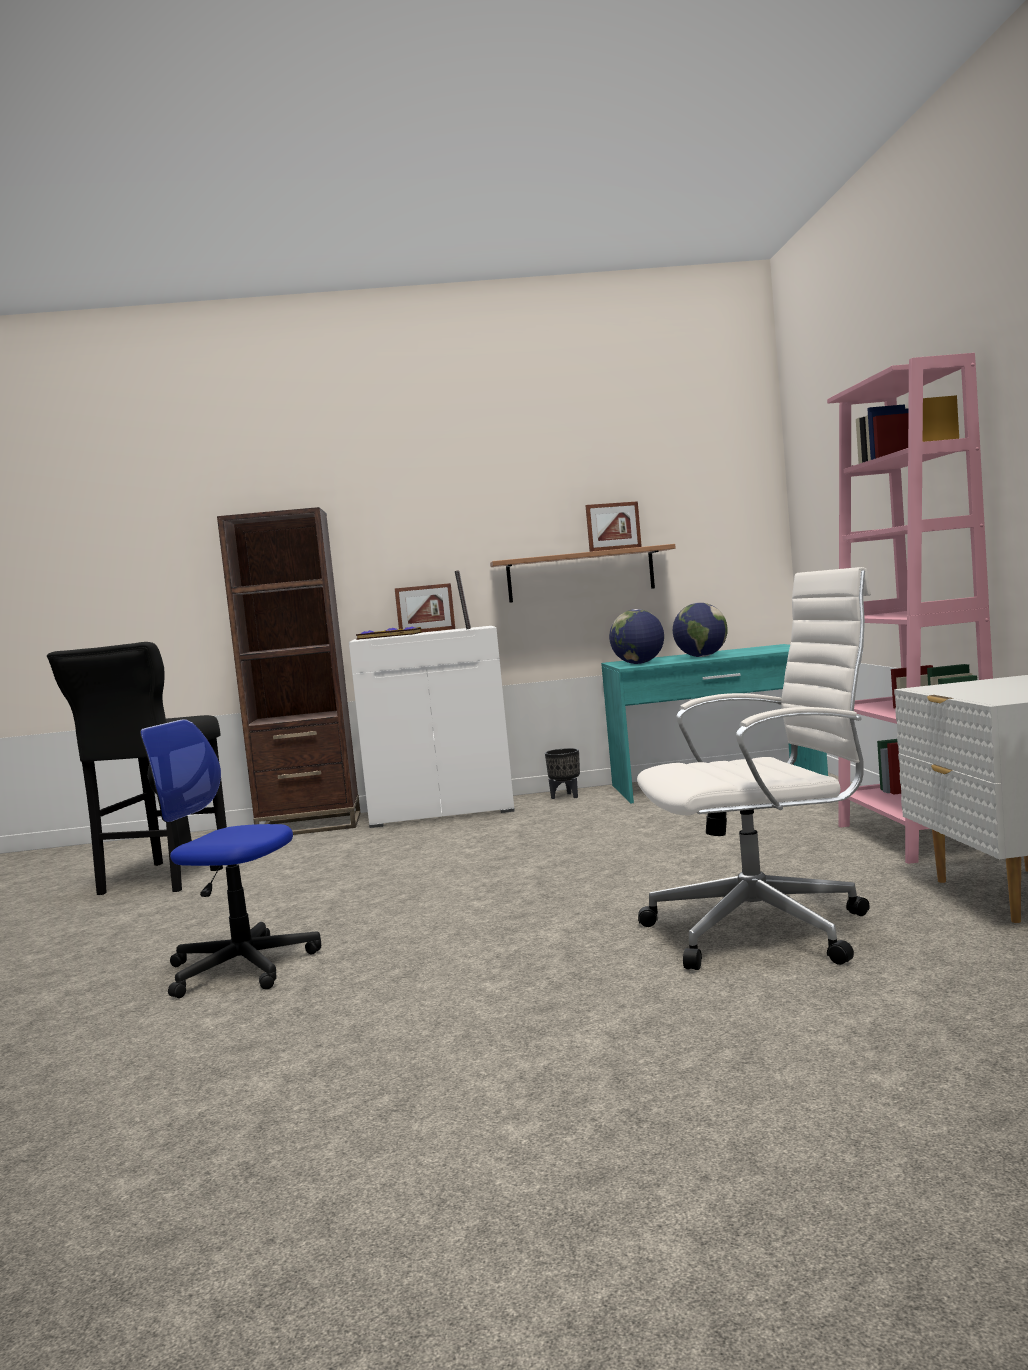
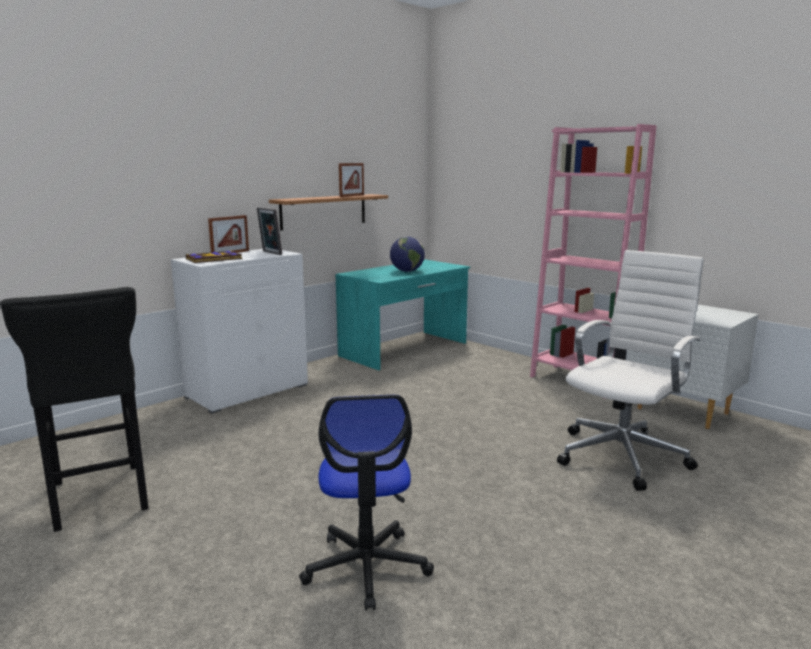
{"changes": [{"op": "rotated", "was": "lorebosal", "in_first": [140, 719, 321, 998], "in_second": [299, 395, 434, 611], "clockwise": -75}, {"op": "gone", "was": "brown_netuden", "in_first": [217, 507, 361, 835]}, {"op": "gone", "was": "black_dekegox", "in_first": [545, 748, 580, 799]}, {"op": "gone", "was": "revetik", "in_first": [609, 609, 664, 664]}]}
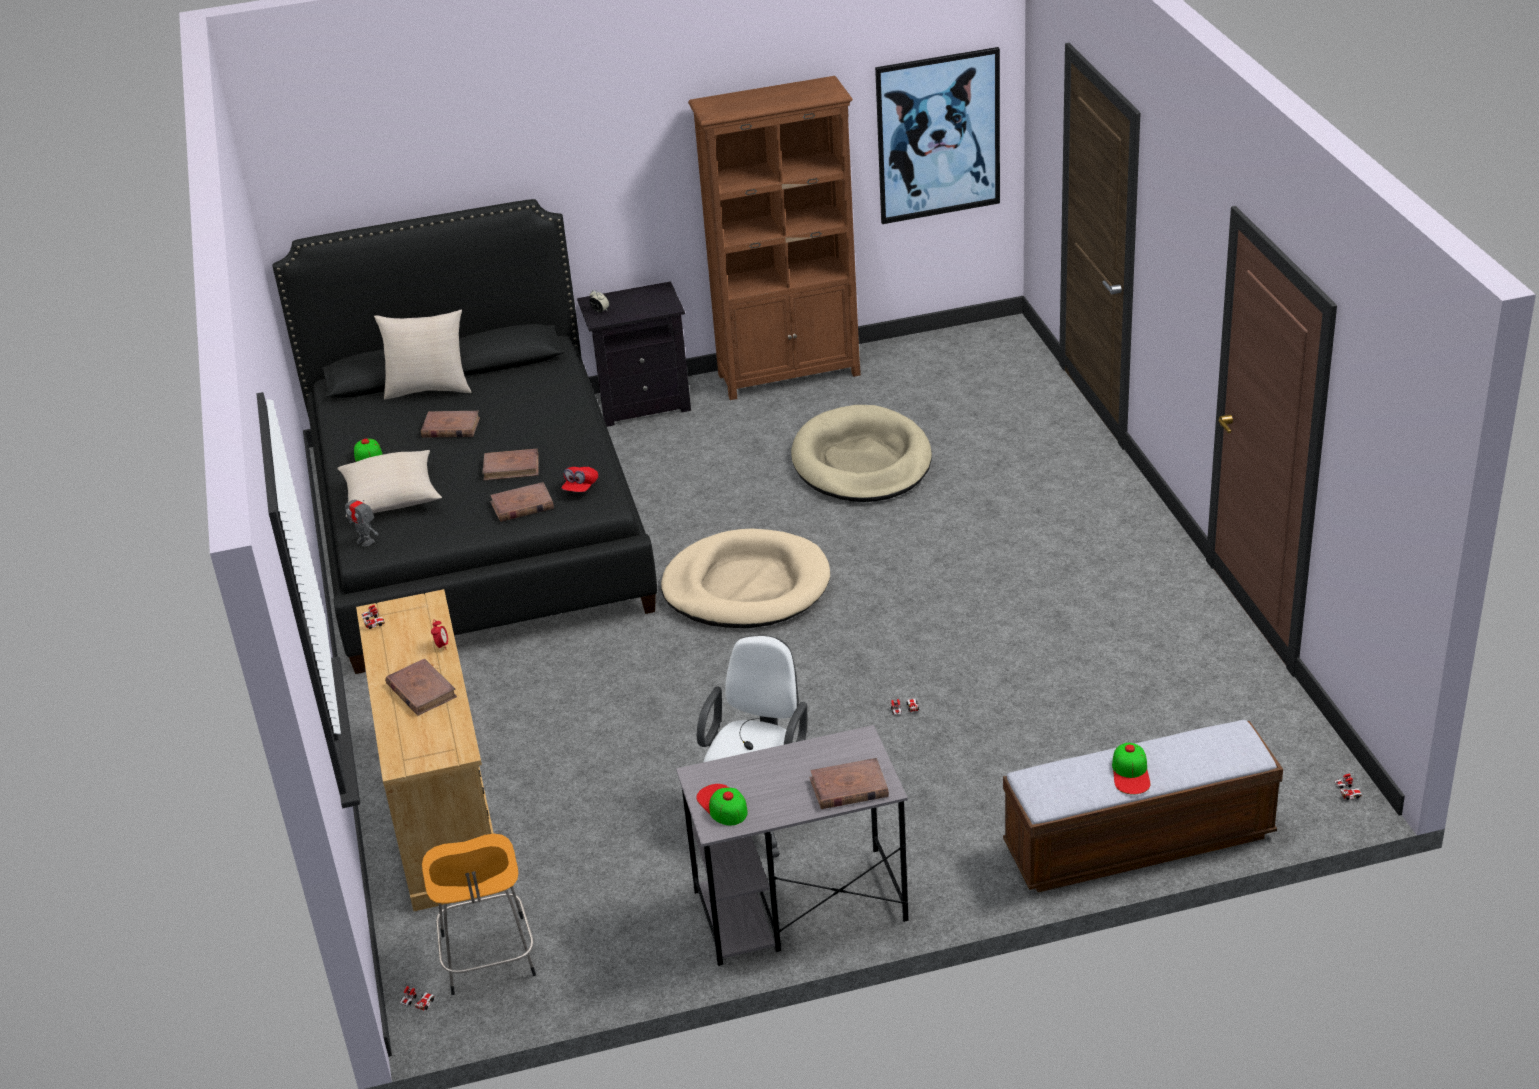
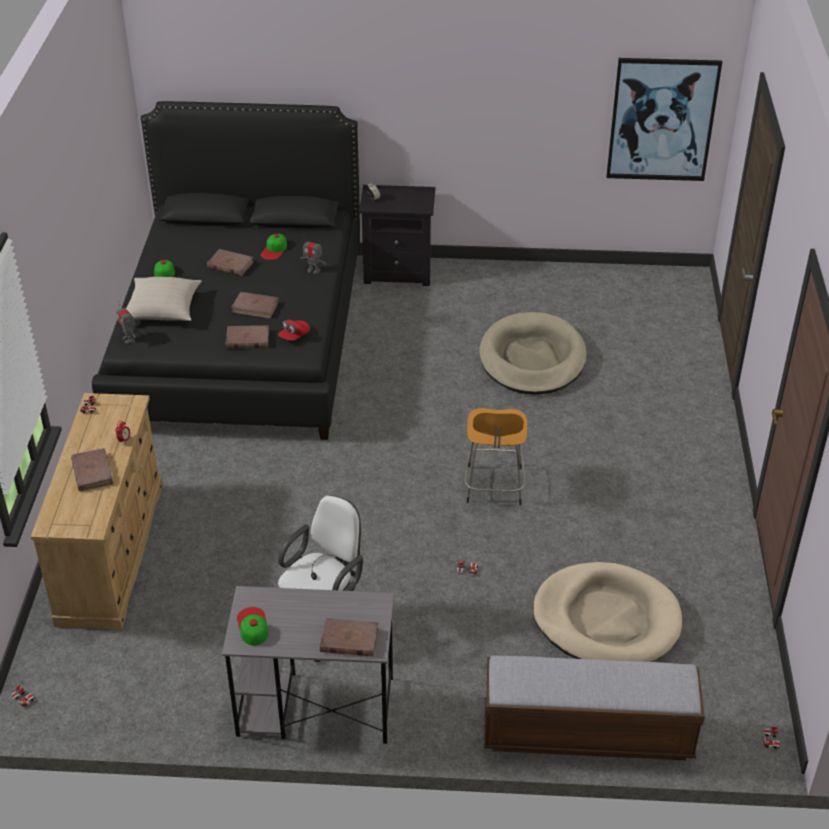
{"changes": [{"op": "gone", "was": "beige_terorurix", "in_first": [374, 309, 472, 400]}, {"op": "shifted", "was": "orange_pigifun", "in_first": [422, 834, 536, 995], "in_second": [464, 408, 527, 505]}, {"op": "shifted", "was": "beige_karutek", "in_first": [661, 529, 830, 628], "in_second": [533, 562, 682, 662]}, {"op": "gone", "was": "brown_netuden", "in_first": [688, 76, 861, 400]}, {"op": "shifted", "was": "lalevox", "in_first": [1112, 743, 1150, 794], "in_second": [261, 234, 287, 260]}, {"op": "new", "now": "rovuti", "in_second": [300, 241, 327, 274]}]}
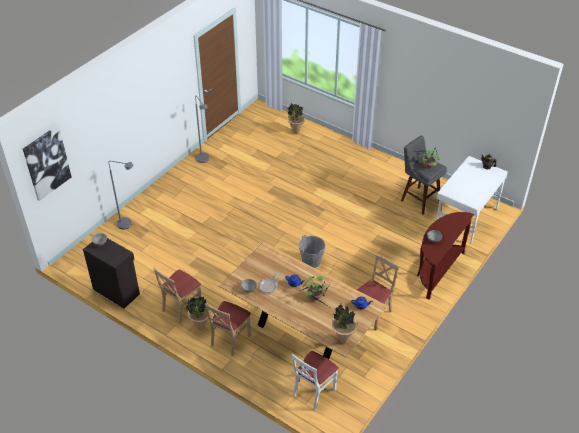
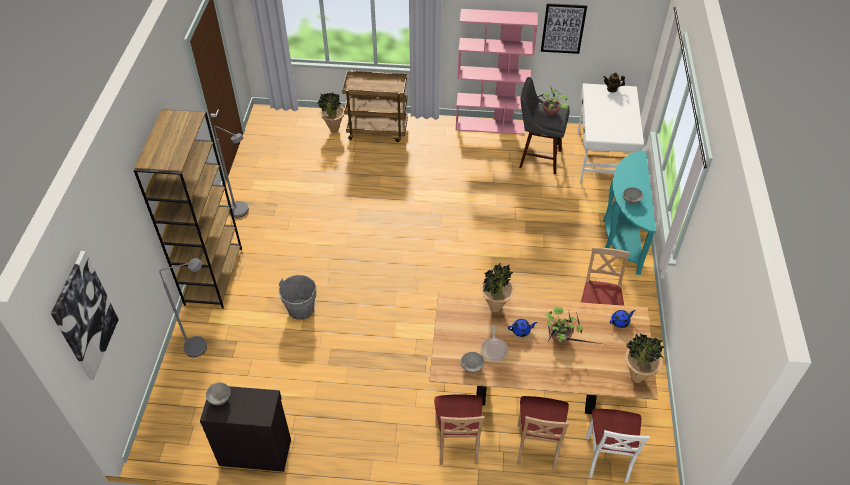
{"changes": [{"op": "shifted", "was": "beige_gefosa", "in_first": [153, 268, 202, 323], "in_second": [517, 396, 570, 470]}, {"op": "shifted", "was": "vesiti", "in_first": [186, 297, 211, 330], "in_second": [480, 263, 515, 313]}, {"op": "shifted", "was": "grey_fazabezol", "in_first": [299, 234, 325, 268], "in_second": [278, 275, 317, 320]}, {"op": "repainted", "was": "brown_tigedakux", "now": "turquoise_tigedakux", "in_first": [417, 212, 474, 299], "in_second": [603, 151, 656, 275]}, {"op": "new", "now": "brown_netuden", "in_second": [134, 109, 242, 309]}, {"op": "new", "now": "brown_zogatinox", "in_second": [342, 70, 408, 142]}, {"op": "new", "now": "pink_netuden", "in_second": [456, 9, 538, 135]}, {"op": "new", "now": "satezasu", "in_second": [541, 3, 587, 54]}]}
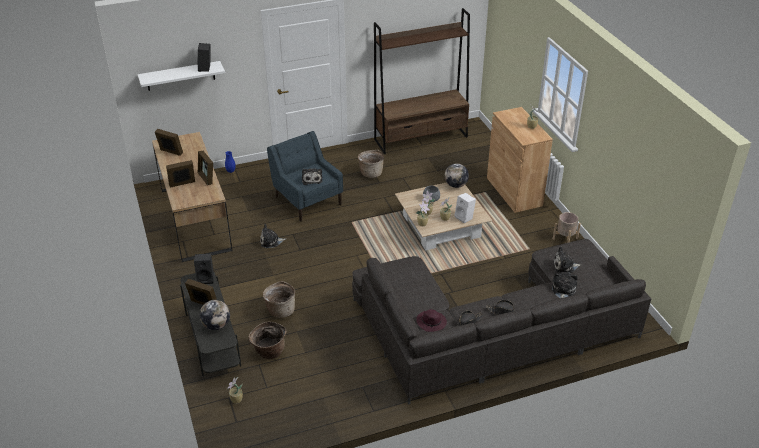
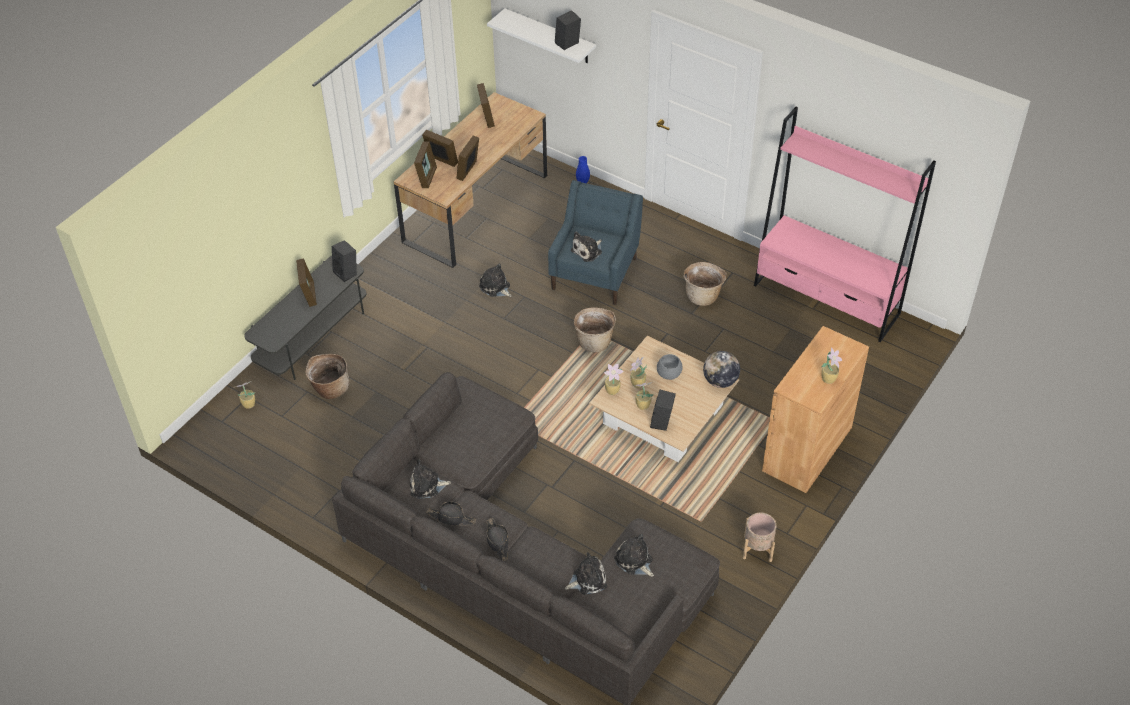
{"changes": [{"op": "gone", "was": "revetik", "in_first": [199, 300, 230, 330]}, {"op": "shifted", "was": "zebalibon", "in_first": [263, 281, 295, 318], "in_second": [574, 308, 616, 352]}, {"op": "repainted", "was": "brown_netuden", "now": "pink_netuden", "in_first": [374, 8, 470, 154], "in_second": [754, 107, 936, 342]}, {"op": "swapped", "was": "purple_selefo", "now": "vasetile", "in_first": [416, 309, 447, 332], "in_second": [410, 459, 451, 499]}, {"op": "repainted", "was": "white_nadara", "now": "black_nadara", "in_first": [454, 193, 476, 224], "in_second": [650, 389, 676, 431]}, {"op": "new", "now": "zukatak", "in_second": [414, 142, 437, 188]}]}
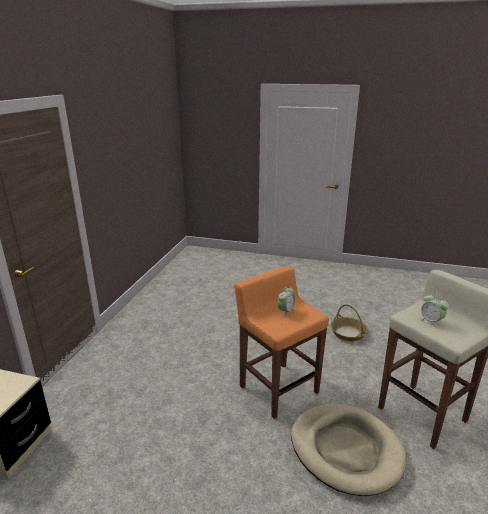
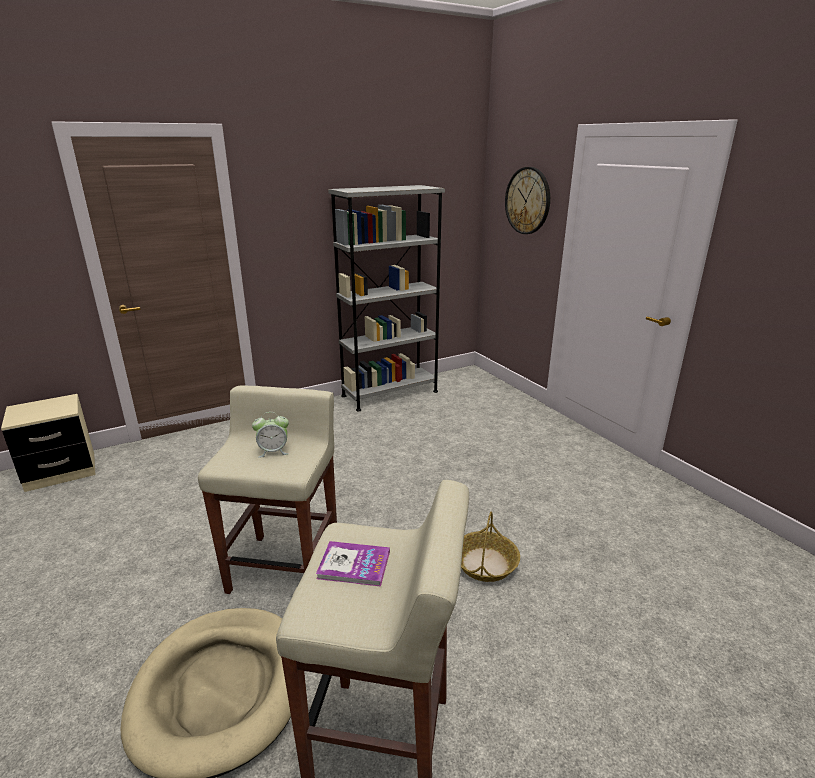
{"changes": [{"op": "repainted", "was": "orange_pigifun", "now": "beige_pigifun", "in_first": [234, 266, 329, 419], "in_second": [198, 385, 337, 594]}, {"op": "swapped", "was": "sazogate", "now": "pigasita", "in_first": [419, 294, 449, 328], "in_second": [316, 541, 390, 587]}, {"op": "new", "now": "grey_netuden", "in_second": [328, 185, 445, 411]}, {"op": "new", "now": "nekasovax", "in_second": [505, 167, 550, 234]}]}
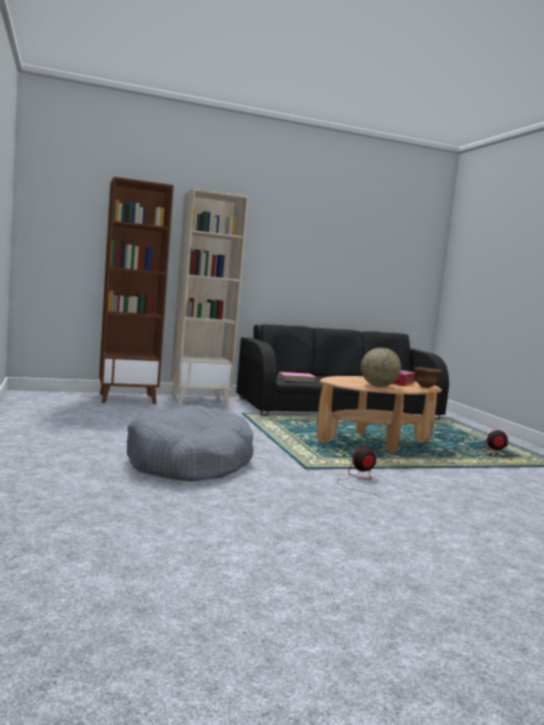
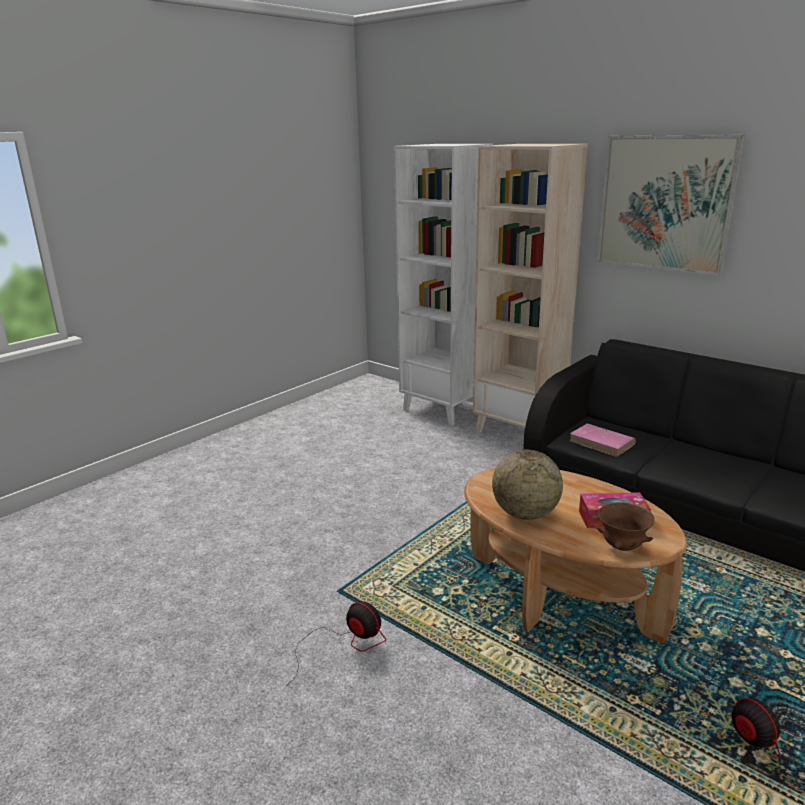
{"changes": [{"op": "repainted", "was": "brown_netuden", "now": "white_netuden", "in_first": [99, 177, 174, 404], "in_second": [394, 144, 493, 426]}, {"op": "gone", "was": "grey_karutek", "in_first": [127, 405, 254, 482]}, {"op": "new", "now": "satezasu", "in_second": [597, 135, 745, 276]}]}
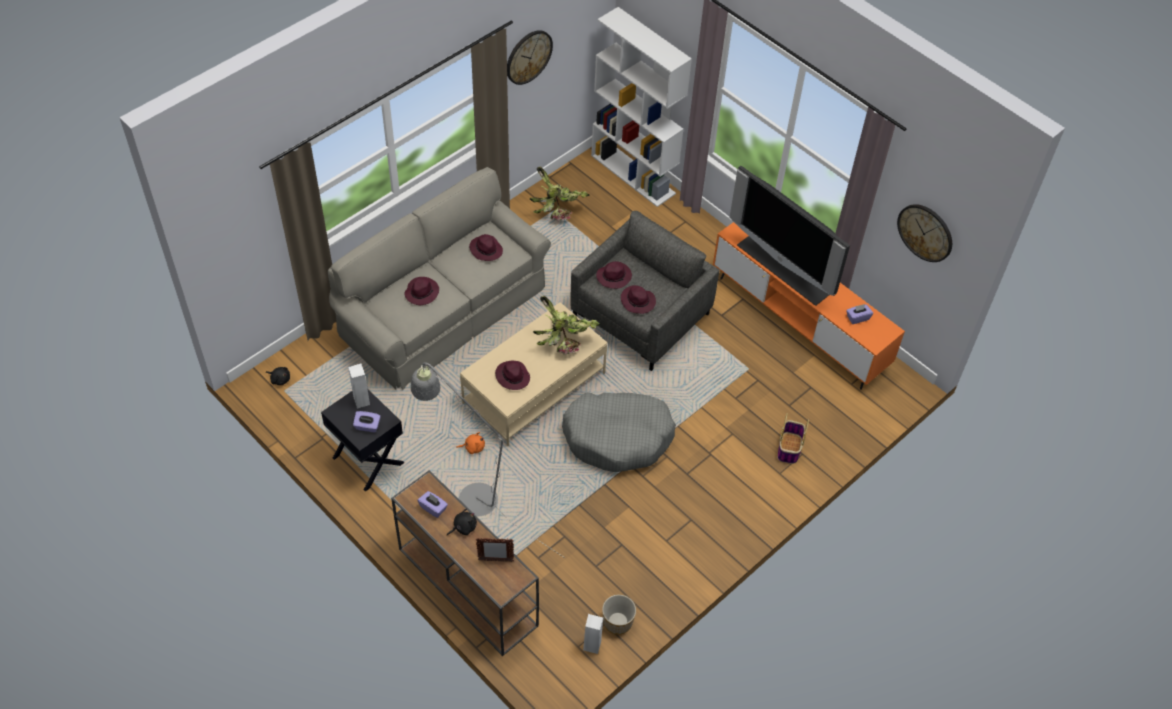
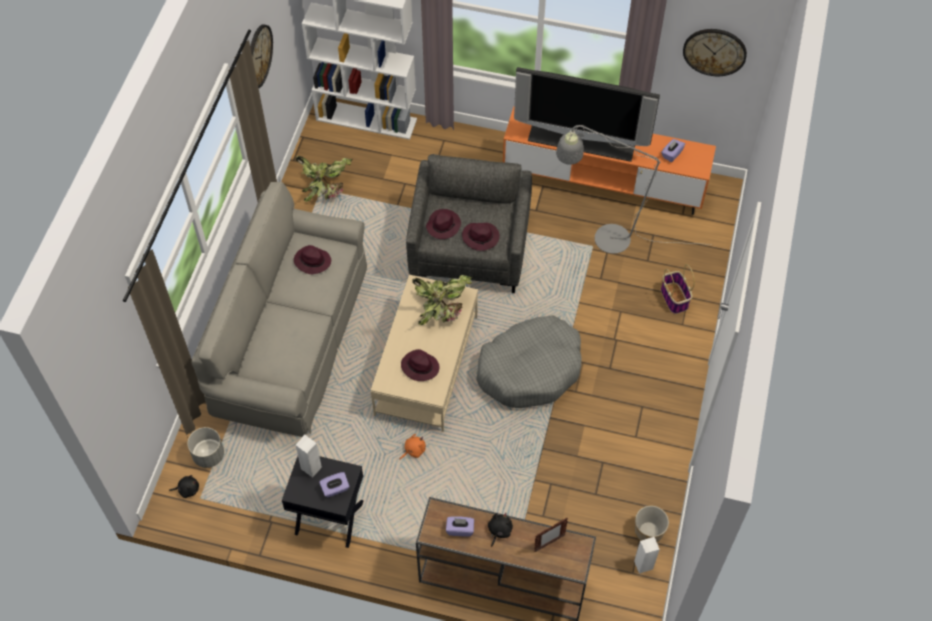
{"changes": [{"op": "gone", "was": "purple_selefo", "in_first": [404, 277, 439, 305]}, {"op": "shifted", "was": "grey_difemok", "in_first": [411, 362, 565, 558], "in_second": [556, 125, 712, 254]}, {"op": "new", "now": "grey_dekegox", "in_second": [187, 427, 224, 468]}]}
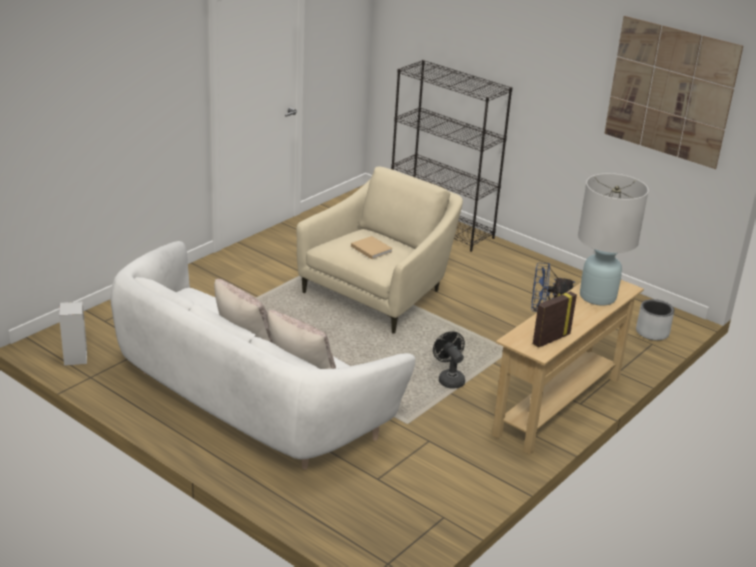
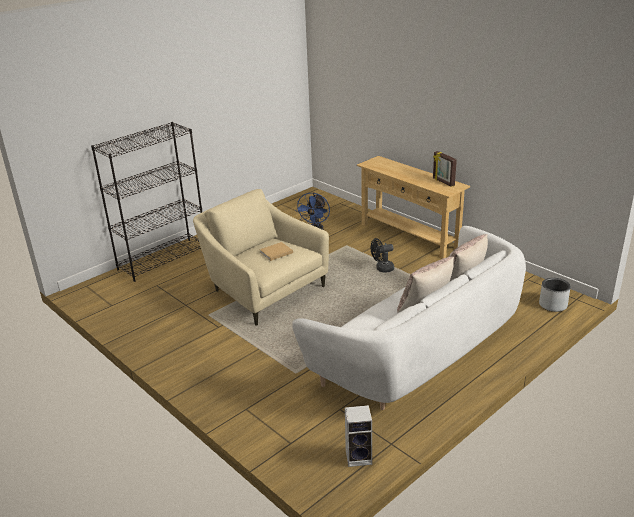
{"changes": [{"op": "gone", "was": "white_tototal", "in_first": [578, 173, 649, 306]}, {"op": "gone", "was": "satezasu", "in_first": [604, 16, 743, 169]}, {"op": "shifted", "was": "grey_dekegox", "in_first": [636, 299, 674, 341], "in_second": [539, 278, 571, 312]}]}
